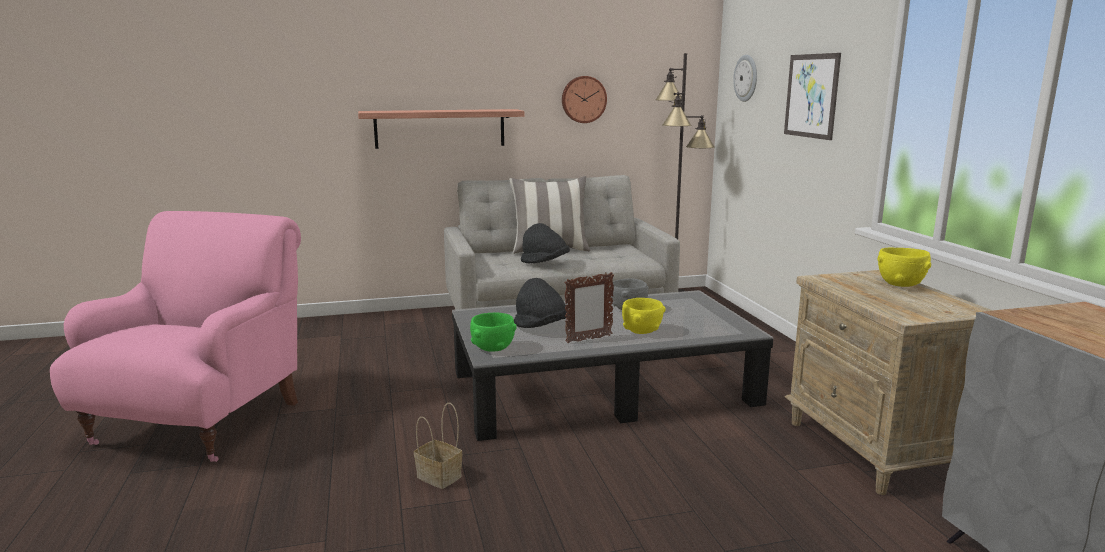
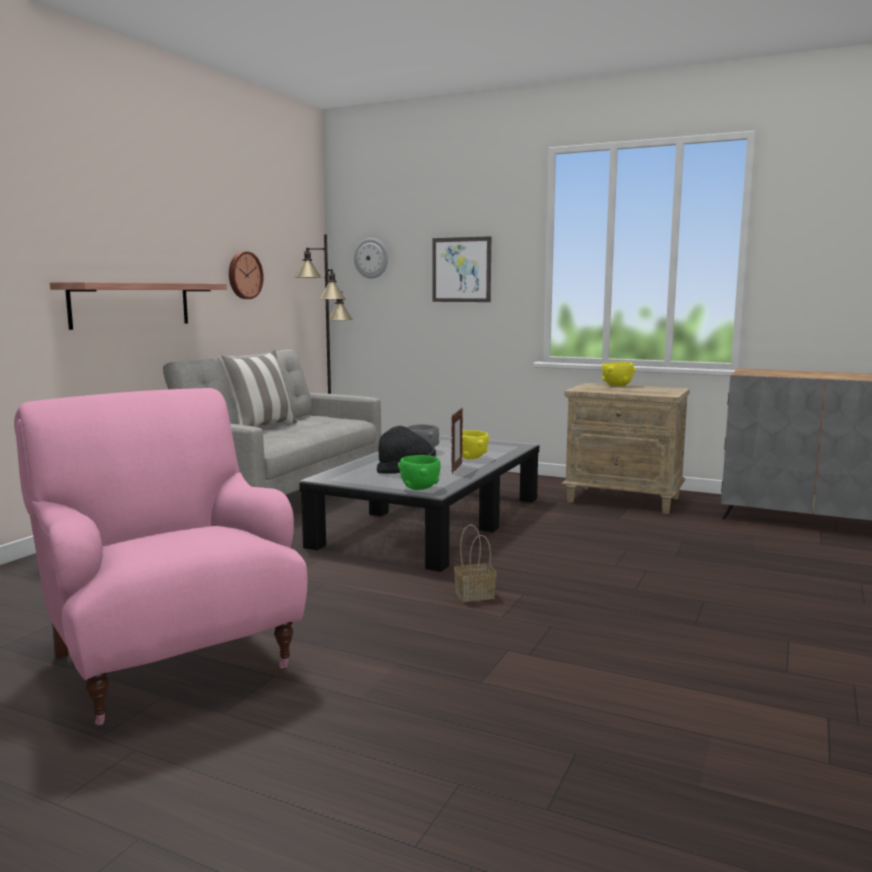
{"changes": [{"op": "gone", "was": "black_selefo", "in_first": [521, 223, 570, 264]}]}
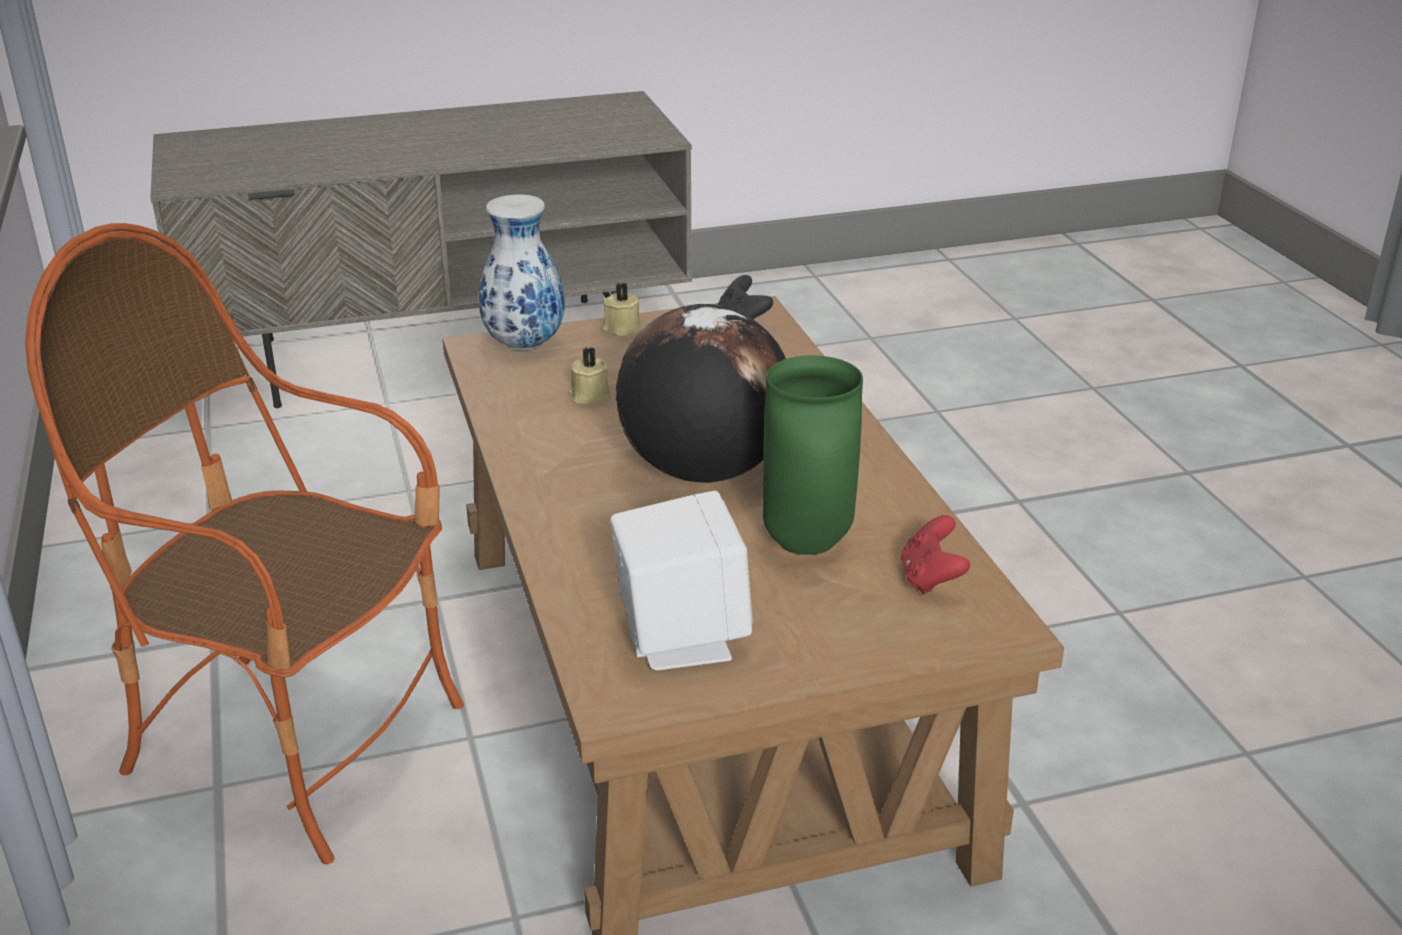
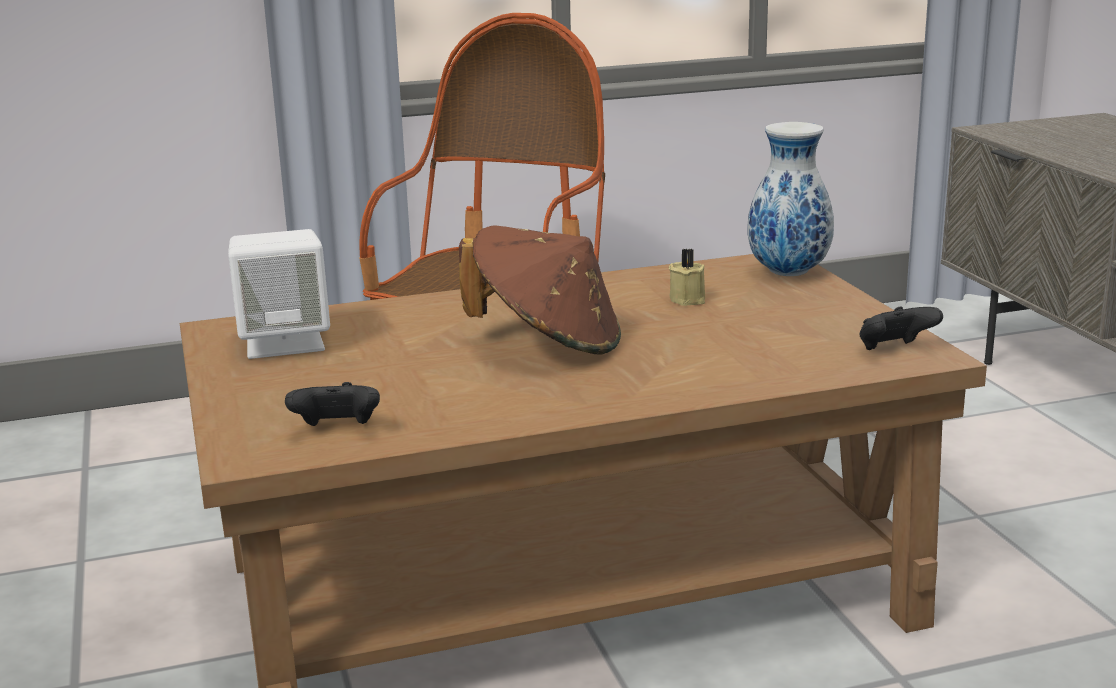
{"changes": [{"op": "gone", "was": "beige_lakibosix", "in_first": [601, 283, 641, 337]}, {"op": "swapped", "was": "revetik", "now": "brown_selefo", "in_first": [616, 304, 786, 483], "in_second": [459, 226, 621, 355]}, {"op": "gone", "was": "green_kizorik", "in_first": [763, 355, 863, 555]}, {"op": "repainted", "was": "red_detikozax", "now": "black_detikozax", "in_first": [901, 515, 970, 595], "in_second": [285, 382, 380, 426]}]}
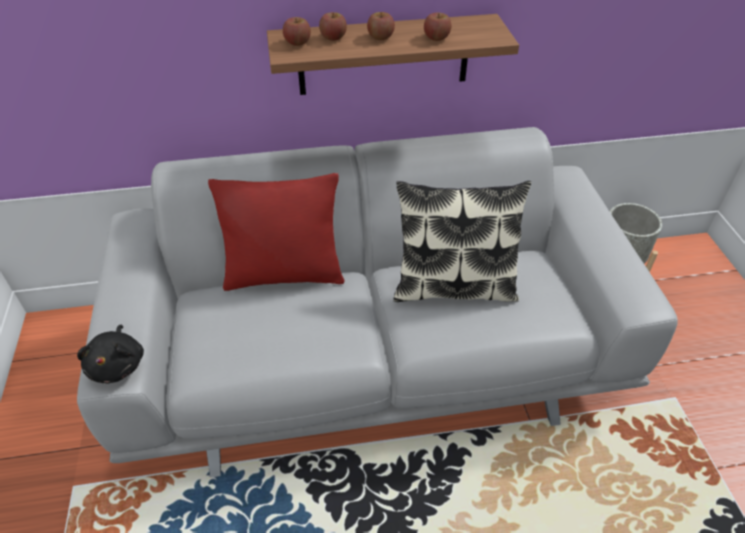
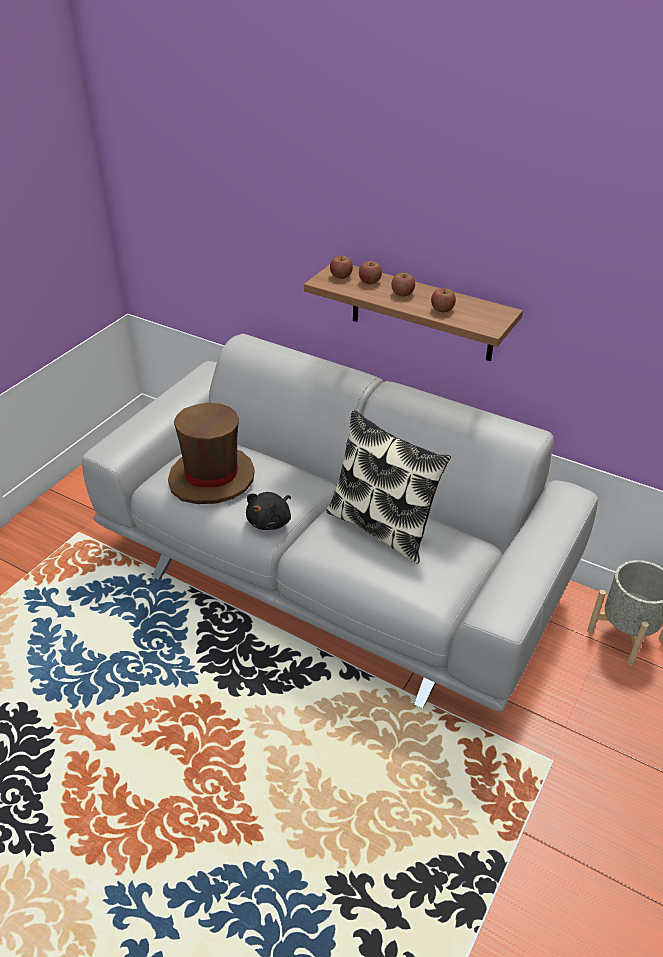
{"changes": [{"op": "shifted", "was": "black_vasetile", "in_first": [77, 325, 144, 383], "in_second": [246, 492, 291, 530]}, {"op": "gone", "was": "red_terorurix", "in_first": [208, 173, 345, 291]}, {"op": "new", "now": "brown_selefo", "in_second": [168, 403, 255, 504]}]}
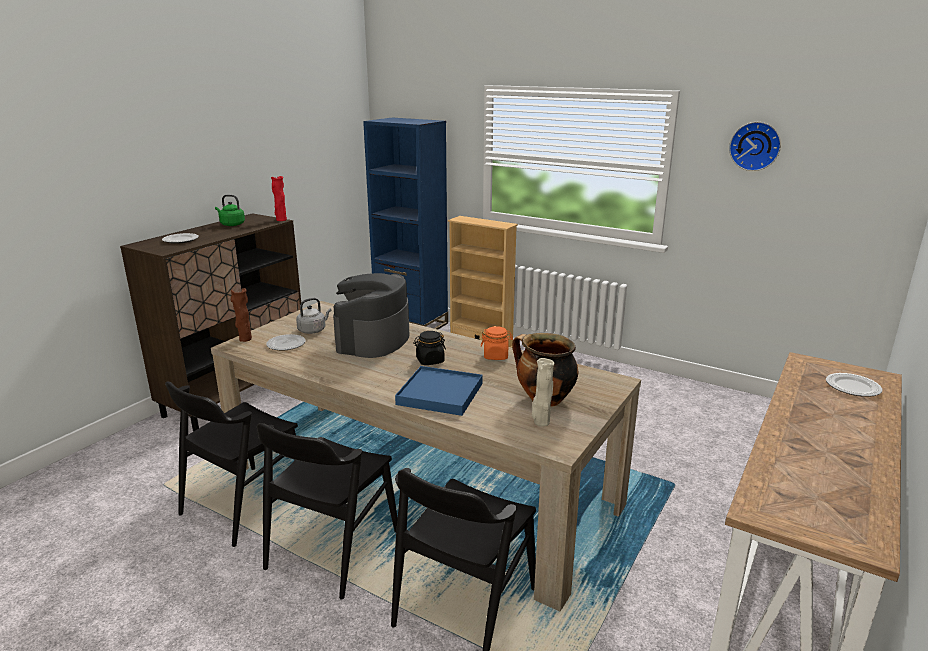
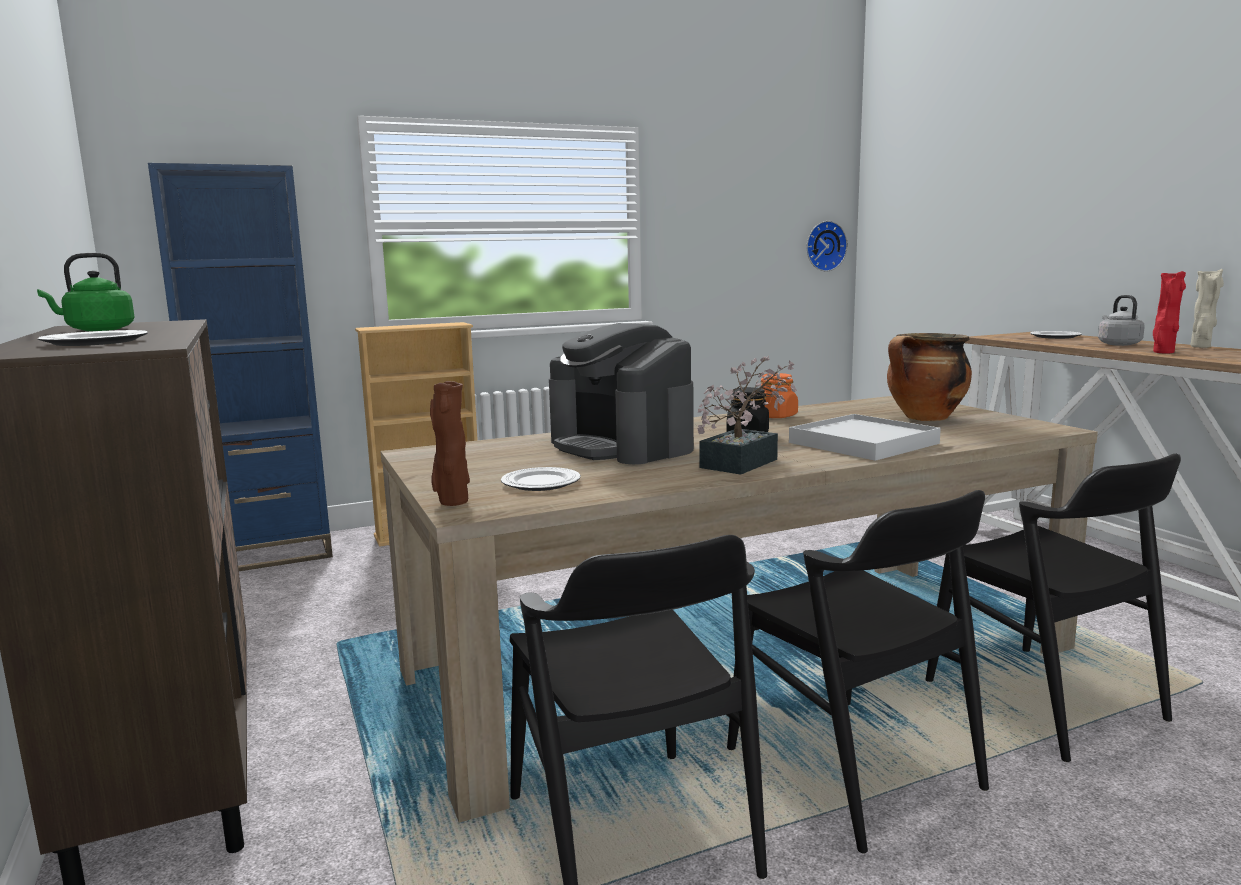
{"changes": [{"op": "shifted", "was": "red_kizorik", "in_first": [271, 176, 287, 221], "in_second": [1153, 271, 1186, 354]}, {"op": "shifted", "was": "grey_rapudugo", "in_first": [296, 298, 331, 334], "in_second": [1098, 295, 1145, 346]}, {"op": "repainted", "was": "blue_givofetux", "now": "white_givofetux", "in_first": [395, 366, 483, 416], "in_second": [789, 414, 941, 461]}, {"op": "shifted", "was": "beige_kizorik", "in_first": [532, 358, 554, 427], "in_second": [1190, 269, 1224, 348]}, {"op": "shifted", "was": "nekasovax", "in_first": [729, 122, 781, 171], "in_second": [807, 221, 847, 272]}, {"op": "new", "now": "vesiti", "in_second": [697, 355, 797, 475]}]}
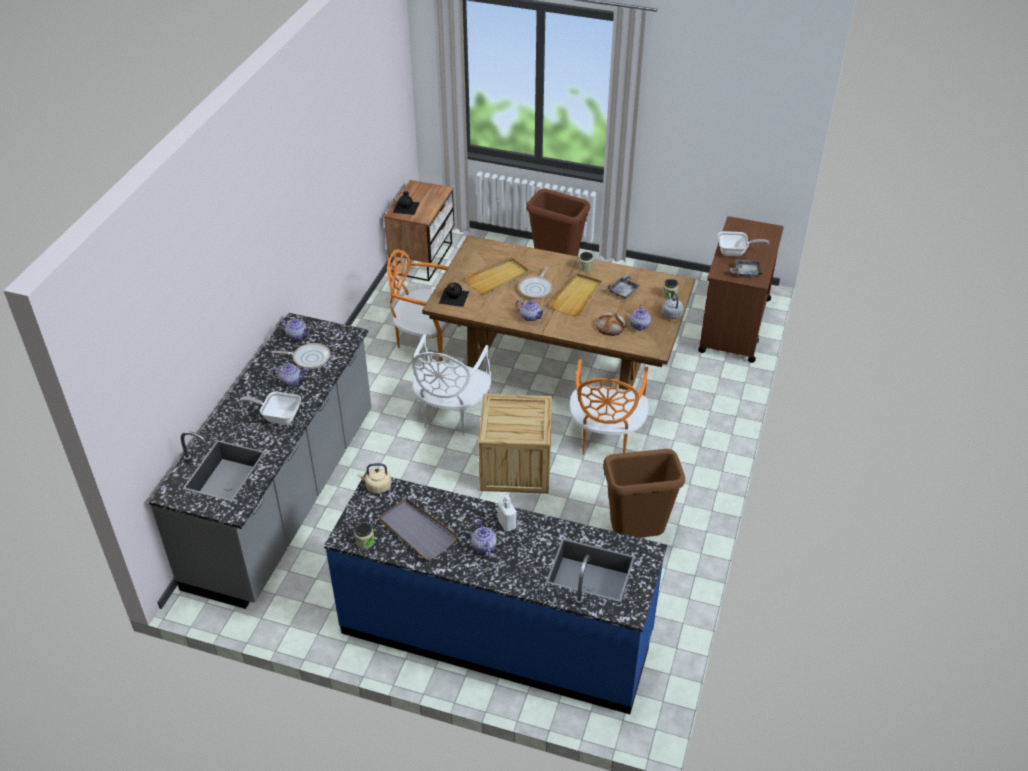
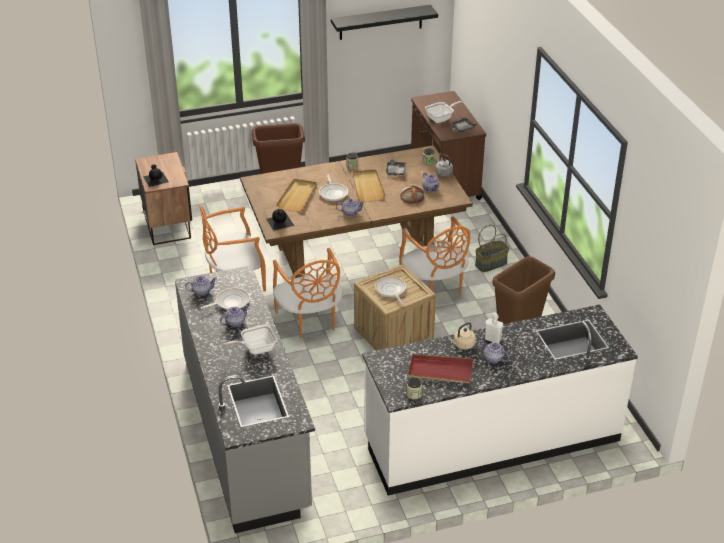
{"changes": [{"op": "repainted", "was": "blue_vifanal", "now": "white_vifanal", "in_first": [324, 471, 667, 714], "in_second": [362, 304, 638, 496]}, {"op": "shifted", "was": "beige_rapudugo", "in_first": [357, 463, 391, 494], "in_second": [450, 322, 476, 350]}, {"op": "repainted", "was": "grey_givofetux", "now": "red_givofetux", "in_first": [379, 498, 458, 560], "in_second": [408, 354, 474, 383]}, {"op": "repainted", "was": "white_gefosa", "now": "orange_gefosa", "in_first": [412, 334, 491, 435], "in_second": [273, 248, 343, 339]}, {"op": "new", "now": "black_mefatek", "in_second": [331, 5, 438, 40]}, {"op": "new", "now": "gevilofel", "in_second": [375, 277, 406, 305]}, {"op": "new", "now": "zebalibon", "in_second": [475, 225, 509, 272]}]}
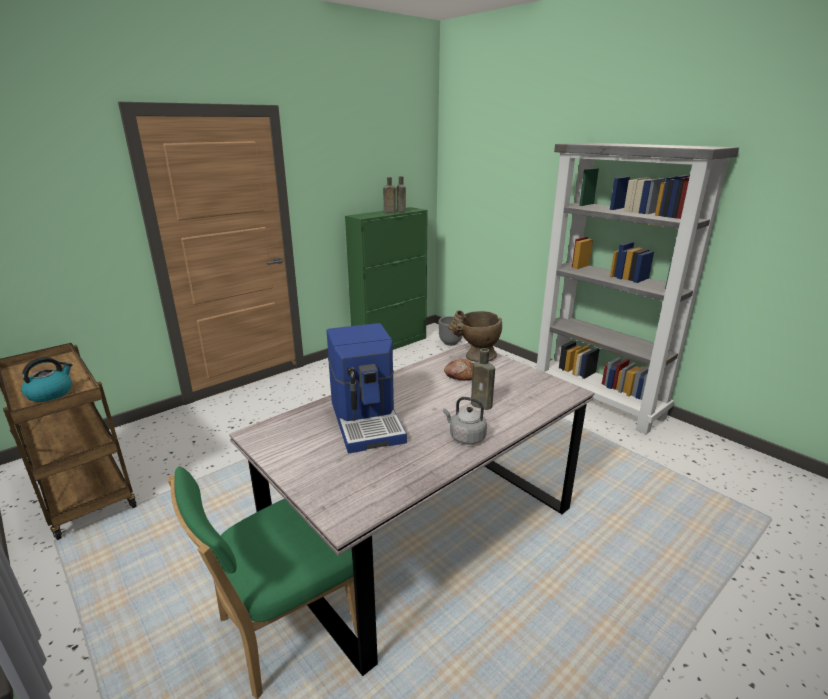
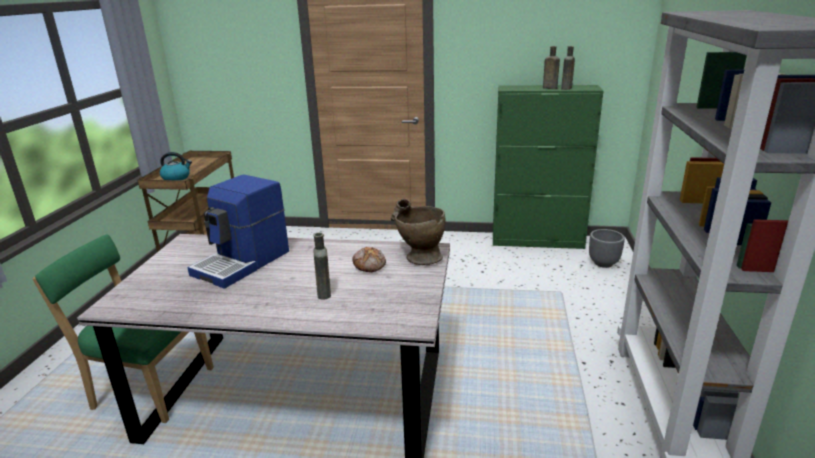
{"changes": [{"op": "gone", "was": "grey_rapudugo", "in_first": [443, 397, 487, 444]}]}
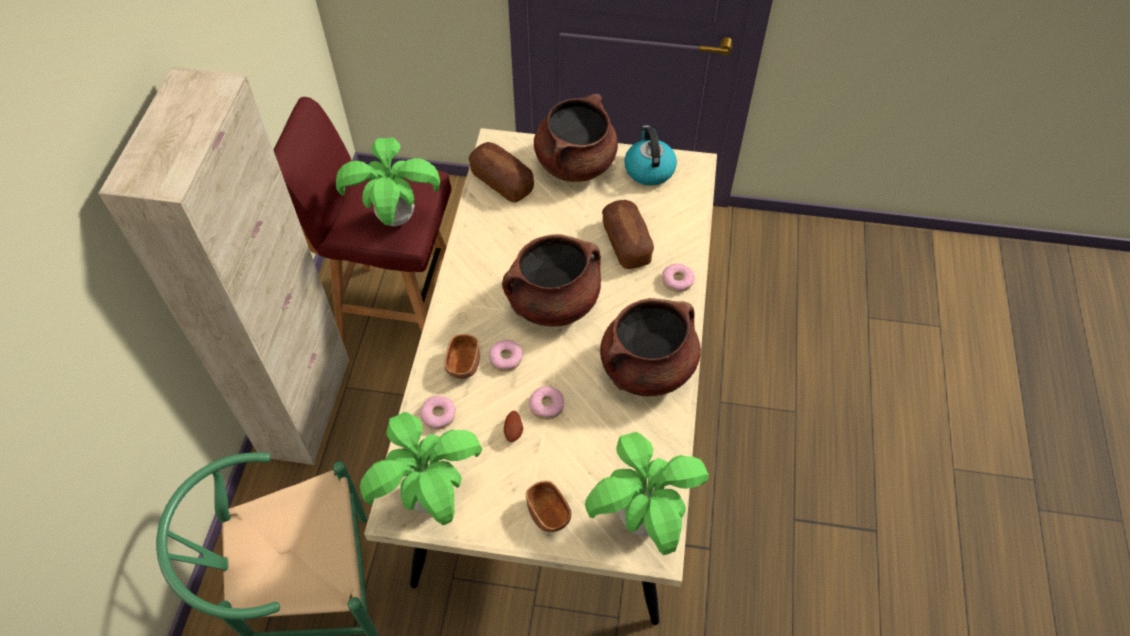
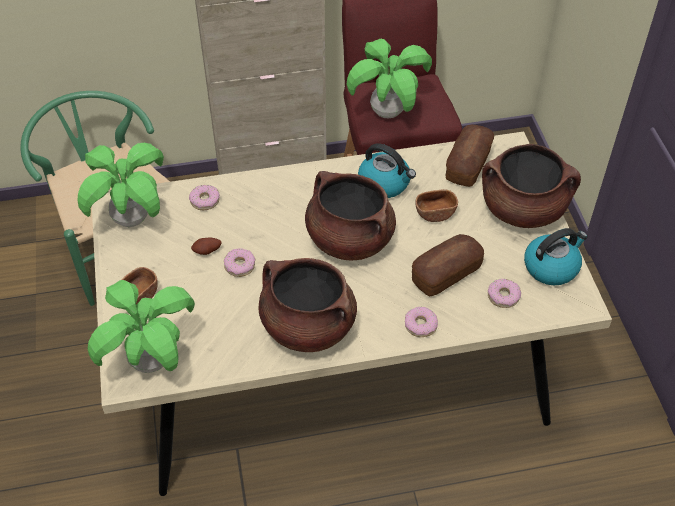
{"changes": [{"op": "shifted", "was": "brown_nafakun", "in_first": [444, 334, 480, 379], "in_second": [415, 189, 458, 222]}, {"op": "shifted", "was": "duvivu", "in_first": [489, 340, 523, 372], "in_second": [488, 279, 521, 308]}, {"op": "new", "now": "rapudugo", "in_second": [358, 143, 416, 198]}]}
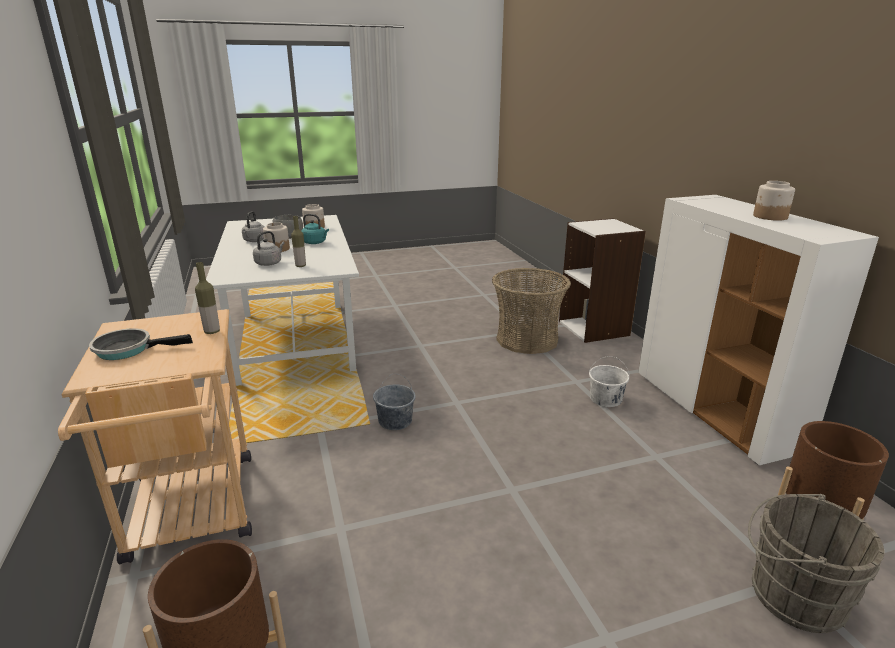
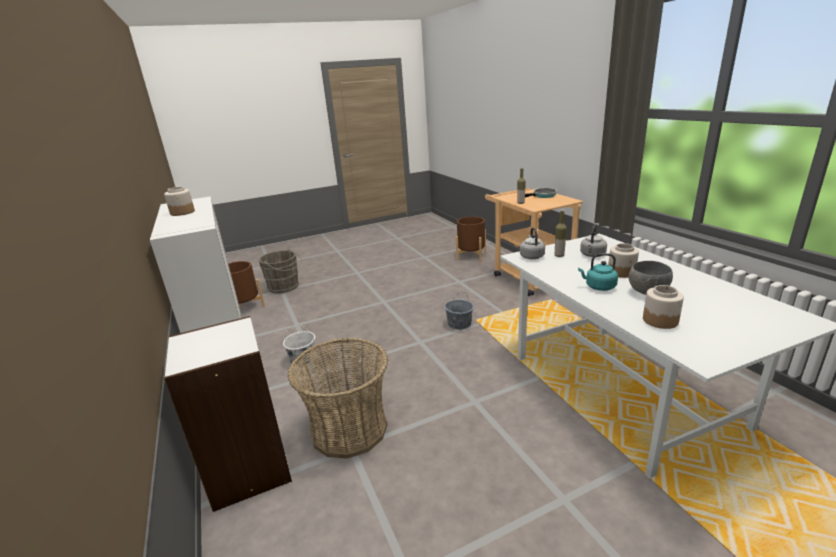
{"changes": [{"op": "shifted", "was": "grey_rapudugo", "in_first": [242, 211, 265, 242], "in_second": [520, 227, 545, 259]}]}
